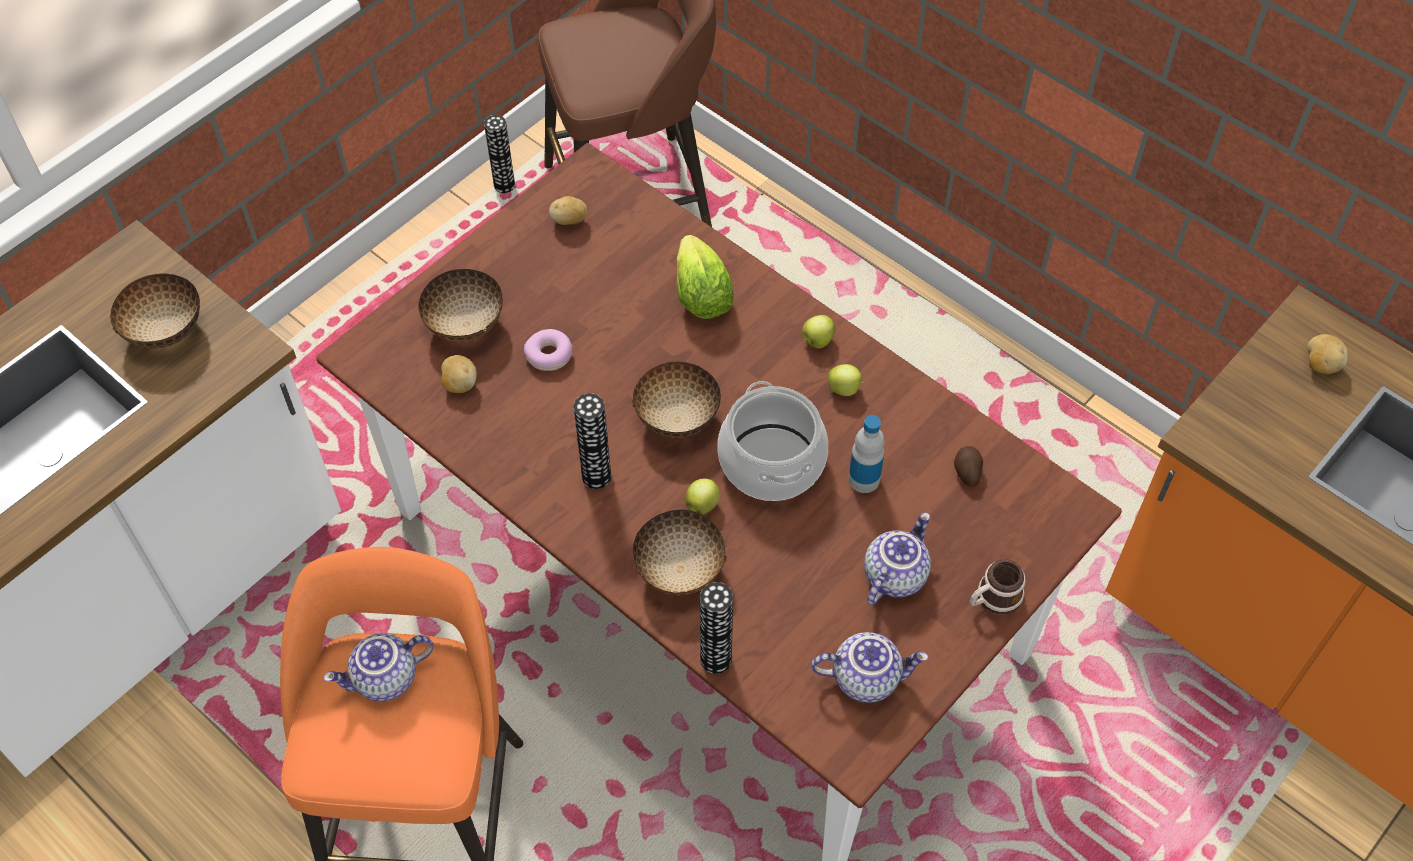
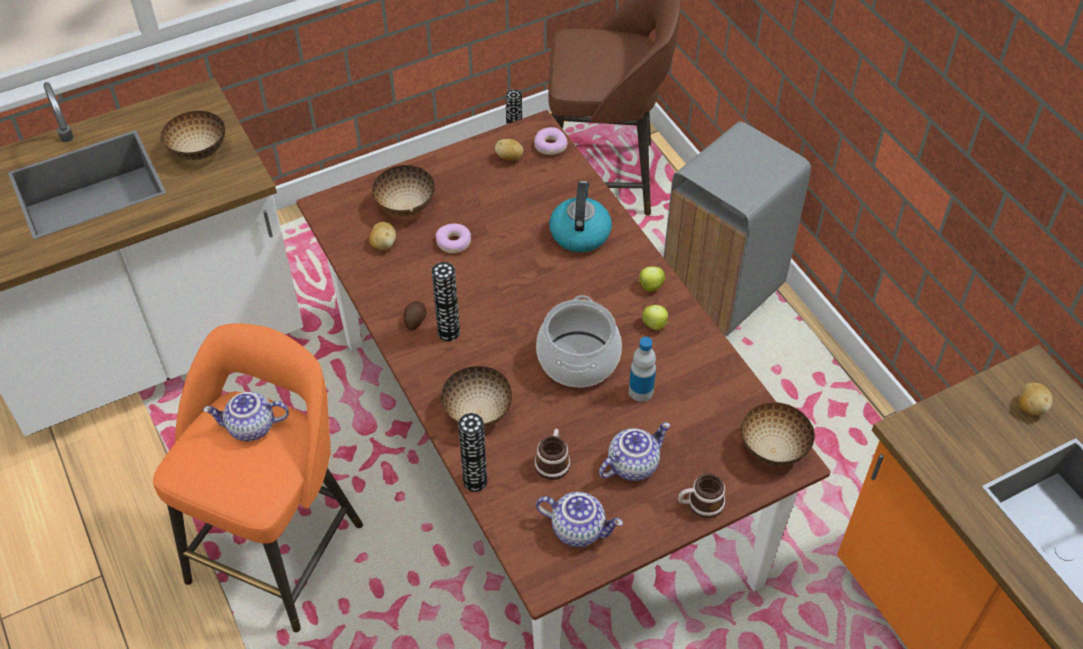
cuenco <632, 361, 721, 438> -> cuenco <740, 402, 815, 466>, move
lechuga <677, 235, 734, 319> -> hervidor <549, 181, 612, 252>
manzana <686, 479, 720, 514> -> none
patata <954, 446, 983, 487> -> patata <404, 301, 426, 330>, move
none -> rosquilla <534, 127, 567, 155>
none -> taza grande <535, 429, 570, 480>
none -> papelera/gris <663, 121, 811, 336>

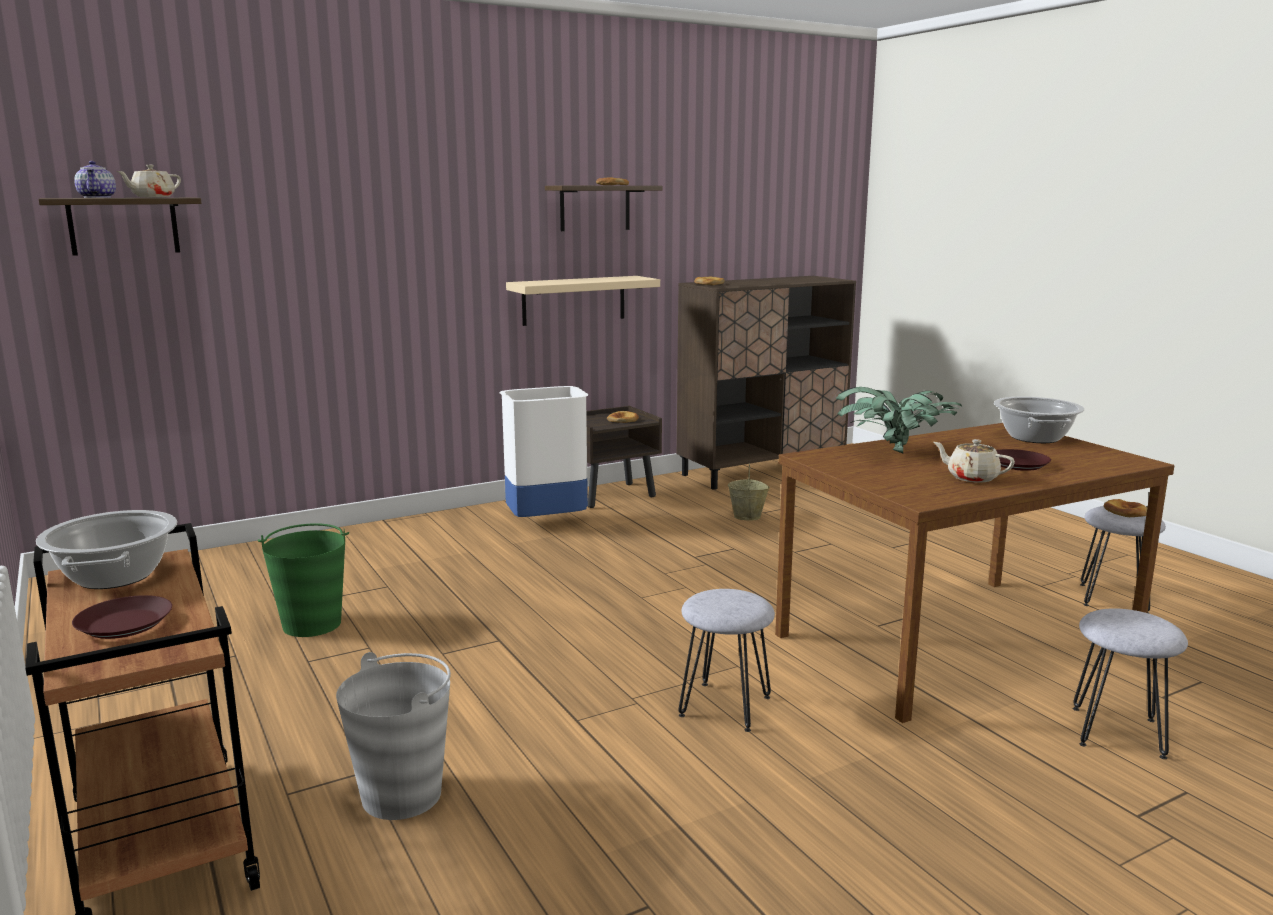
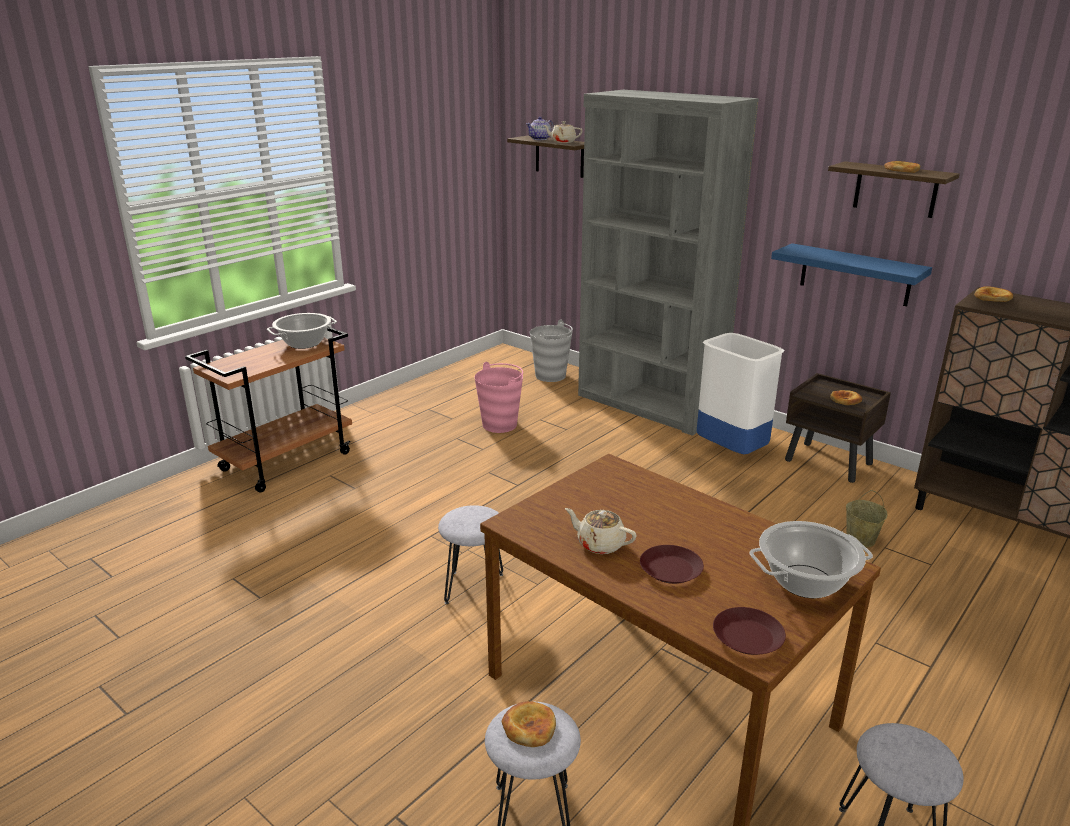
plato/marrón <72, 595, 172, 639> -> plato/marrón <713, 607, 786, 655>, move
cubo/verde <258, 523, 349, 637> -> cubo/rosa <475, 362, 523, 433>
cubo/gris <336, 652, 451, 820> -> cubo/gris <530, 320, 573, 382>, move
estante/beis <506, 276, 660, 326> -> estante/azul <771, 243, 932, 306>
planta en maceta <836, 387, 962, 453> -> none
tetera/beis <933, 439, 1015, 482> -> tetera/beis <565, 508, 637, 554>, 75 degrees counterclockwise
pan <1104, 499, 1147, 517> -> pan <502, 701, 556, 747>, move
none -> estantería/gris <578, 90, 759, 436>

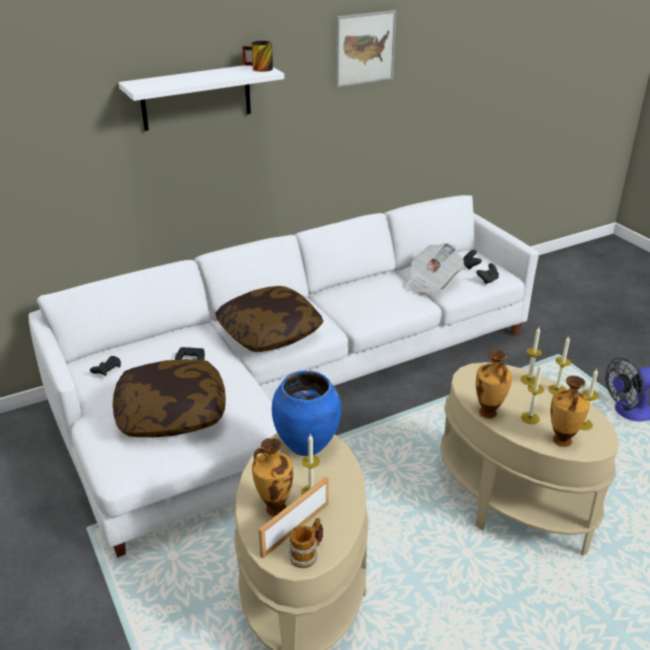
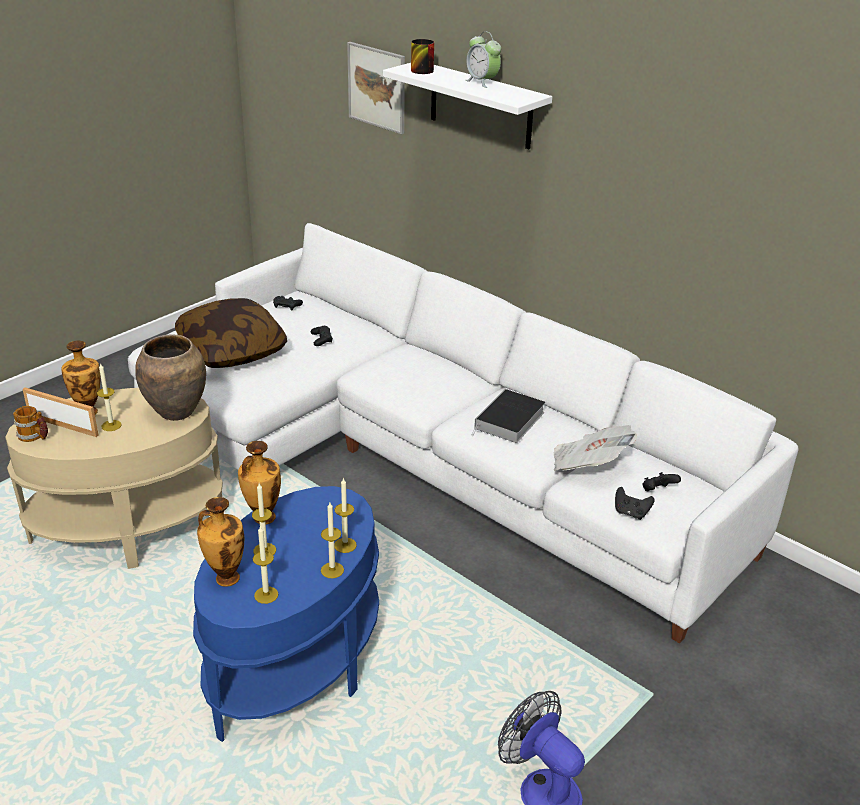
cojín <215, 286, 324, 352> -> none
taza grande <242, 41, 273, 72> -> taza grande <411, 39, 434, 74>, move
florero/azul <272, 371, 341, 456> -> florero/marrón <135, 335, 206, 421>
cuadro <336, 10, 396, 88> -> cuadro <347, 42, 405, 134>, move
mesa auxiliar/beis <440, 362, 619, 556> -> mesa auxiliar/azul <193, 486, 379, 742>
none -> despertador <465, 31, 501, 88>
none -> libro <471, 389, 545, 443>

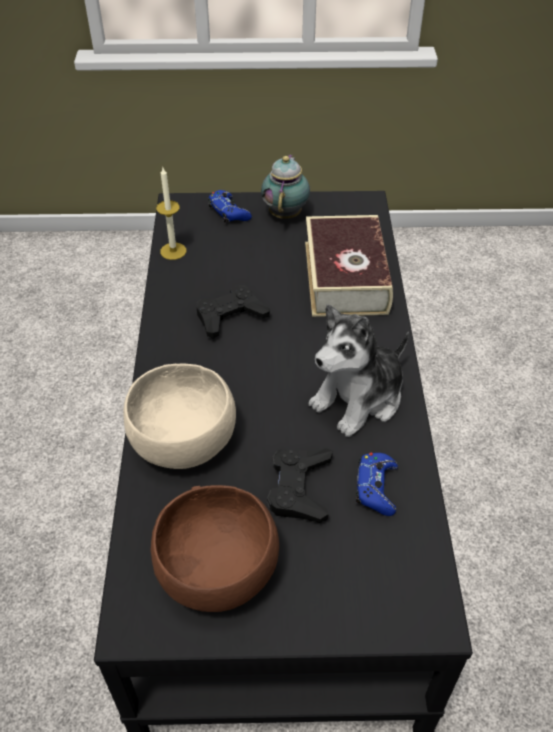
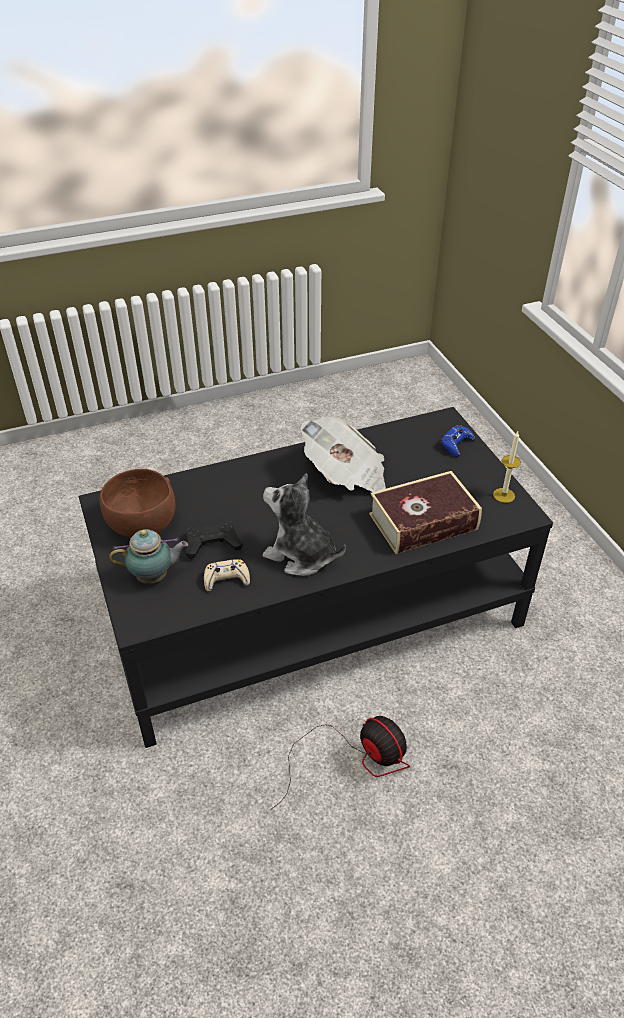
cuenco/beis <123, 363, 236, 469> -> none
vela <156, 168, 186, 260> -> vela <493, 431, 521, 503>, move
mando de consola/negro <196, 285, 270, 339> -> periódico <300, 416, 386, 492>
tetera <261, 154, 310, 219> -> tetera <109, 529, 188, 584>, move
mando de consola/azul <356, 453, 398, 516> -> mando de consola/beis <204, 559, 250, 591>
none -> ventilador <270, 716, 410, 810>

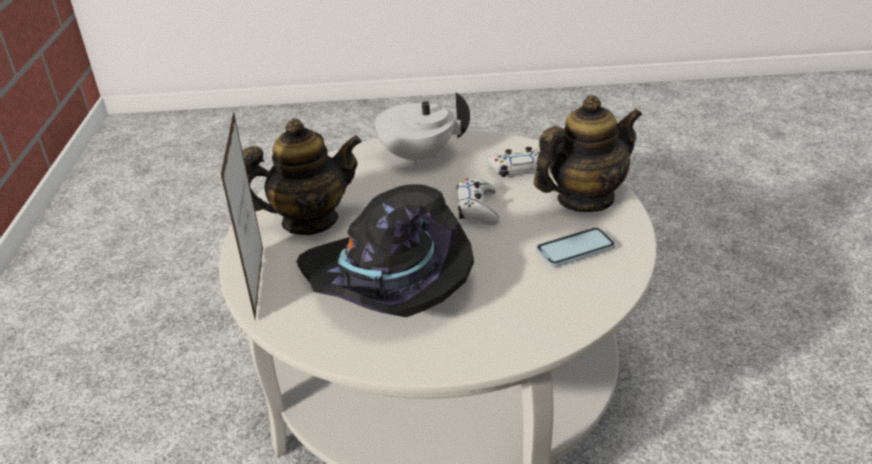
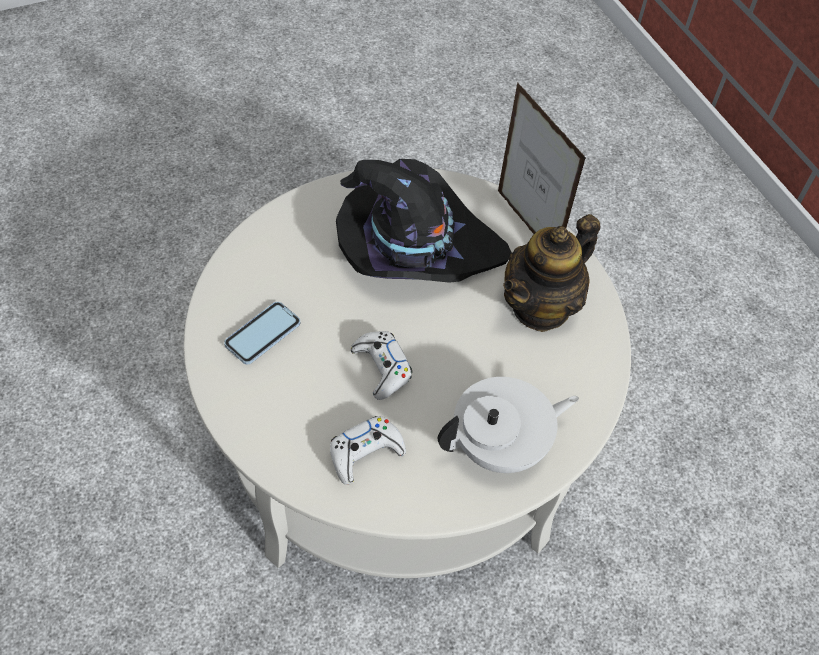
tetera <534, 95, 643, 212> -> none

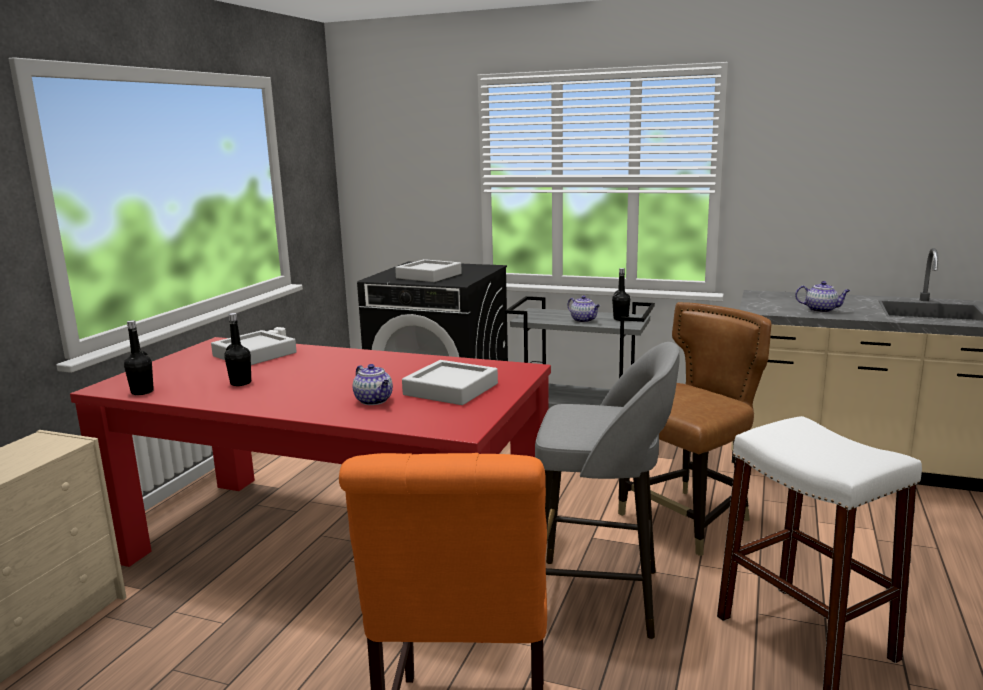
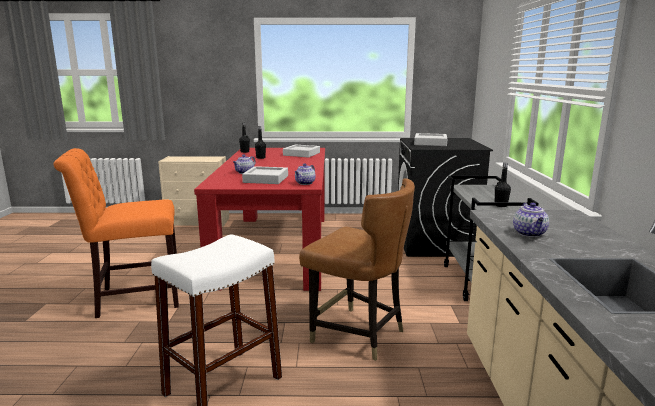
taburete/gris <535, 342, 679, 639> -> none
tetera <568, 295, 600, 323> -> tetera <295, 163, 316, 185>, move

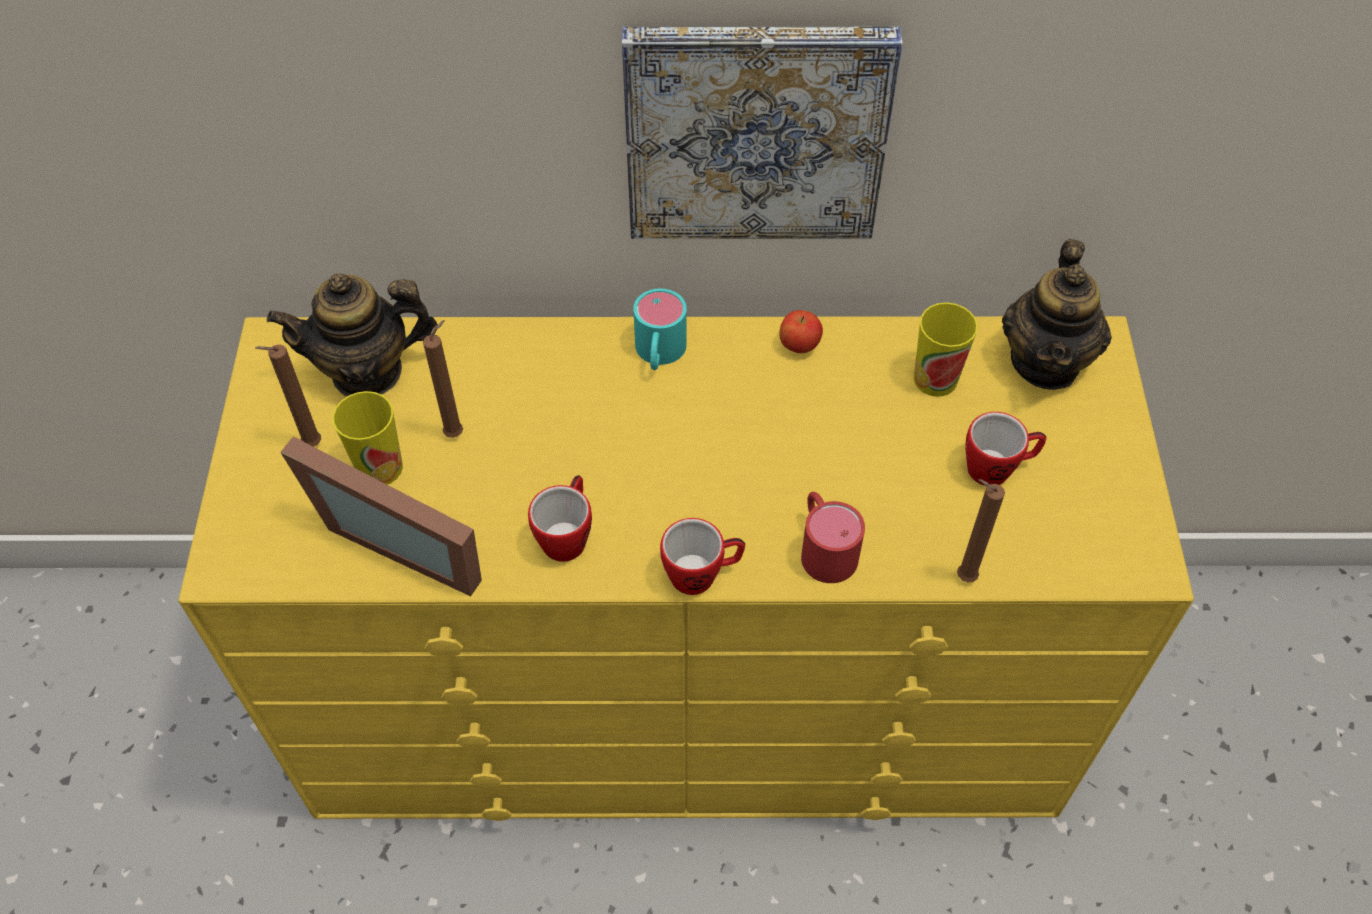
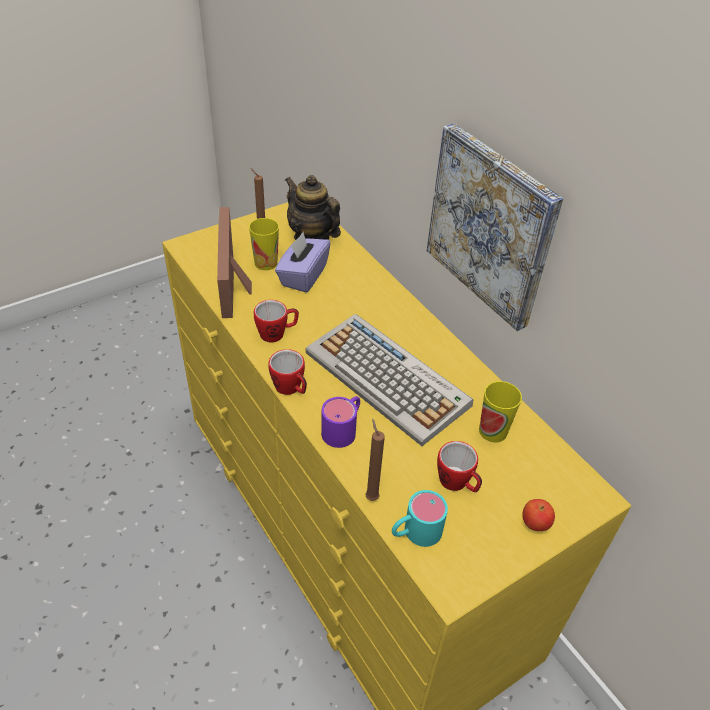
vela/marrón <423, 320, 463, 438> -> caja de pañuelos/morado <275, 232, 331, 293>
taza grande/turquesa <633, 289, 687, 370> -> taza grande/turquesa <392, 490, 448, 547>, move
manzana <779, 310, 823, 353> -> manzana <522, 499, 555, 531>, move
taza grande/rojo <801, 492, 865, 583> -> taza grande/morado <321, 396, 360, 448>
tetera <1002, 239, 1112, 390> -> none
none -> teclado <305, 314, 474, 446>

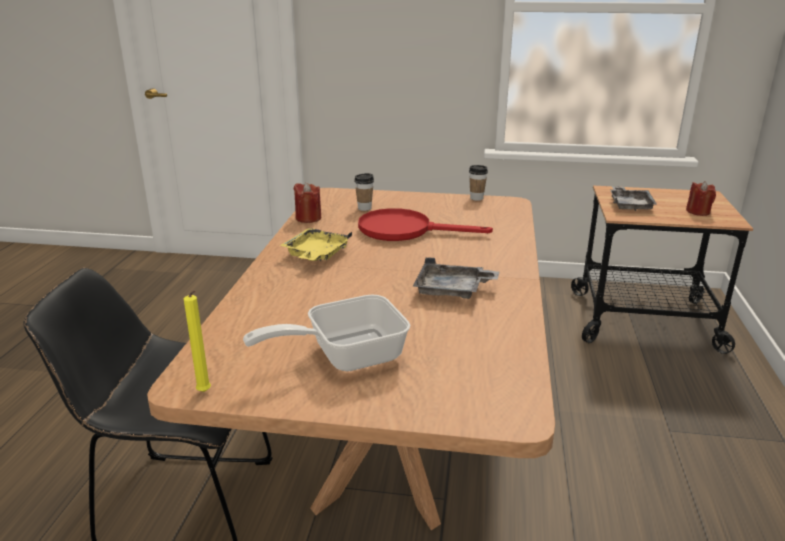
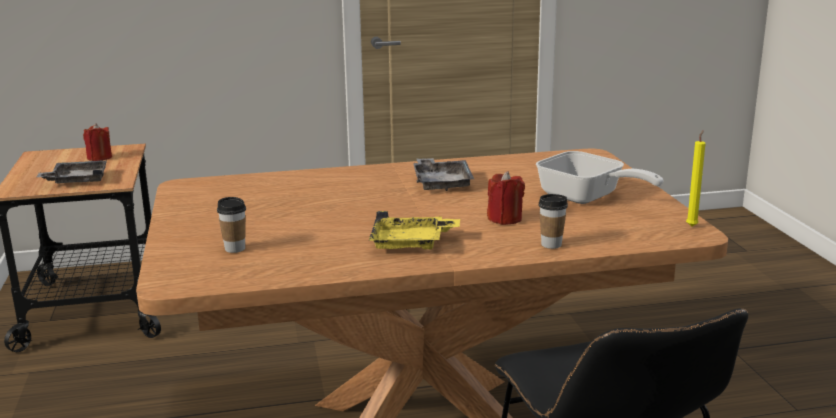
vela/rojo <294, 182, 321, 223> -> vela/rojo <487, 171, 525, 225>, move
sartén/rojo <358, 208, 493, 241> -> none
taza <469, 165, 488, 201> -> taza <539, 194, 568, 249>, move

